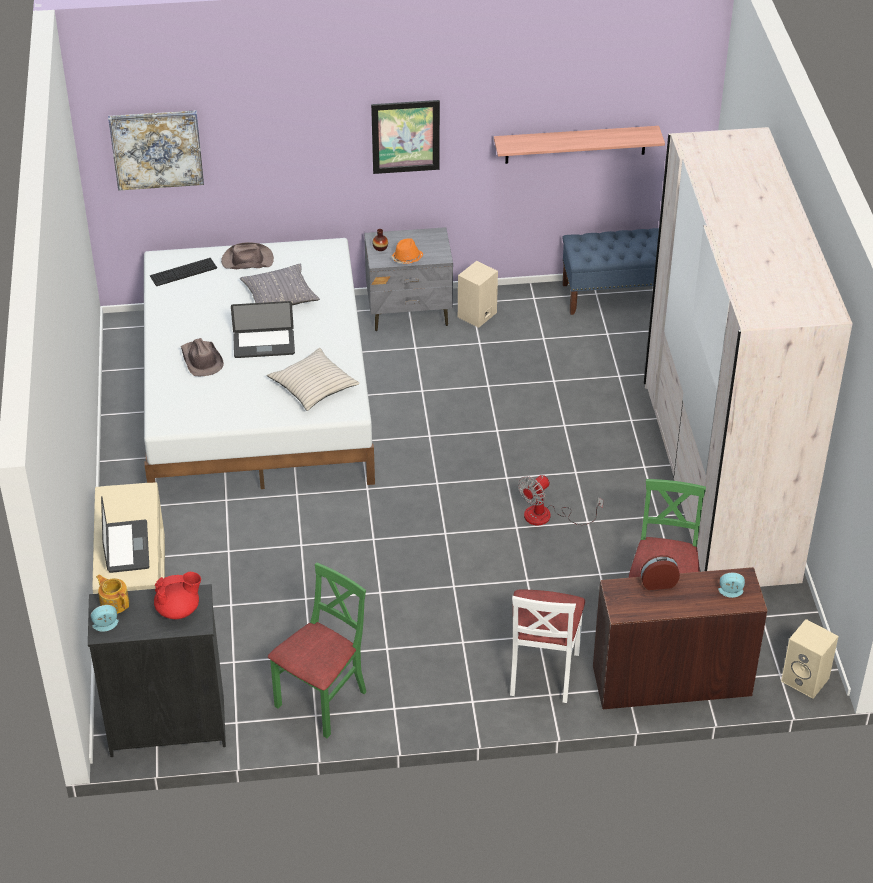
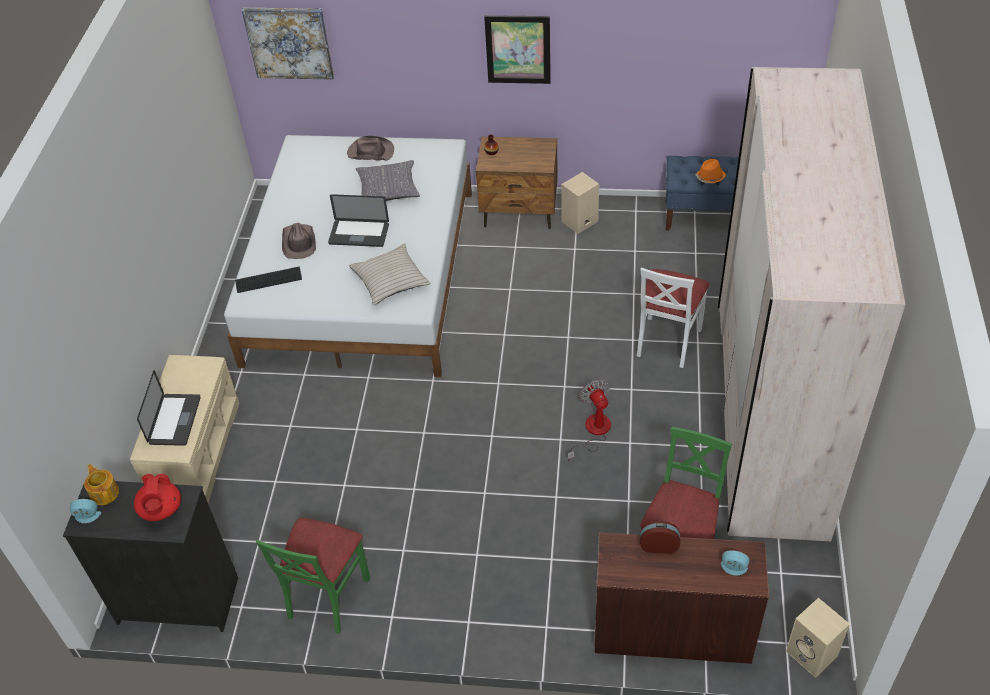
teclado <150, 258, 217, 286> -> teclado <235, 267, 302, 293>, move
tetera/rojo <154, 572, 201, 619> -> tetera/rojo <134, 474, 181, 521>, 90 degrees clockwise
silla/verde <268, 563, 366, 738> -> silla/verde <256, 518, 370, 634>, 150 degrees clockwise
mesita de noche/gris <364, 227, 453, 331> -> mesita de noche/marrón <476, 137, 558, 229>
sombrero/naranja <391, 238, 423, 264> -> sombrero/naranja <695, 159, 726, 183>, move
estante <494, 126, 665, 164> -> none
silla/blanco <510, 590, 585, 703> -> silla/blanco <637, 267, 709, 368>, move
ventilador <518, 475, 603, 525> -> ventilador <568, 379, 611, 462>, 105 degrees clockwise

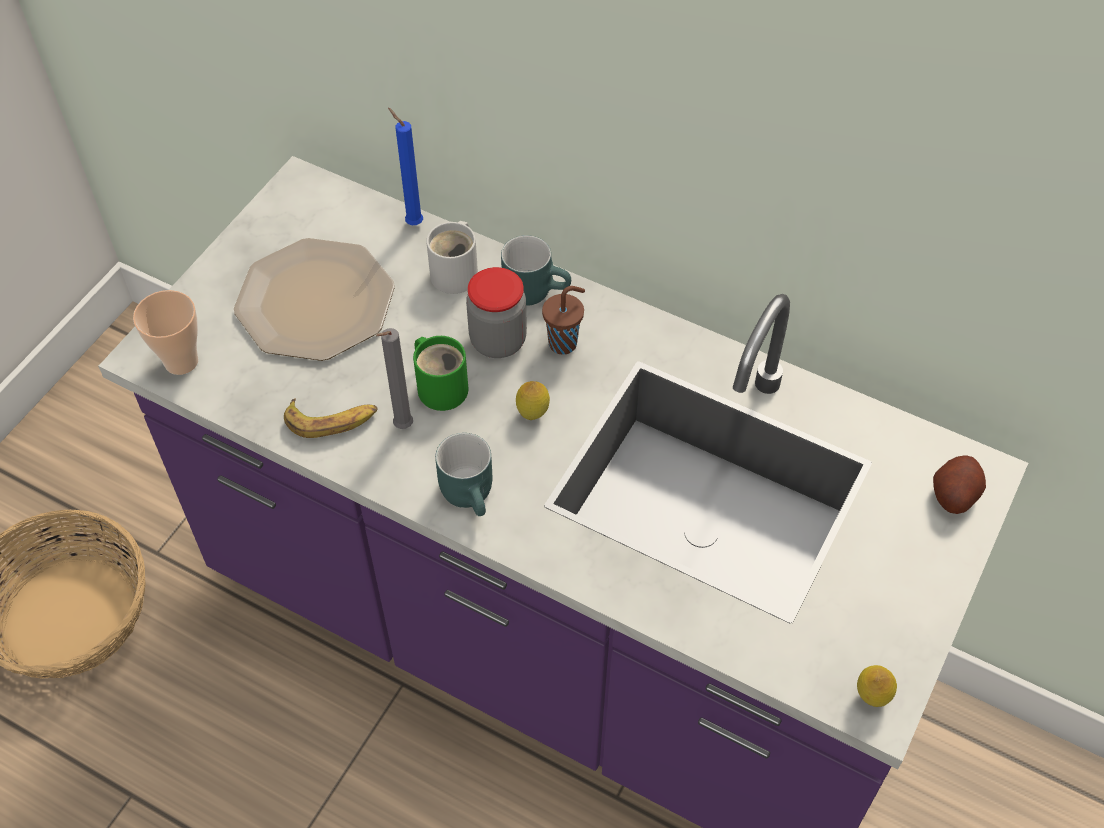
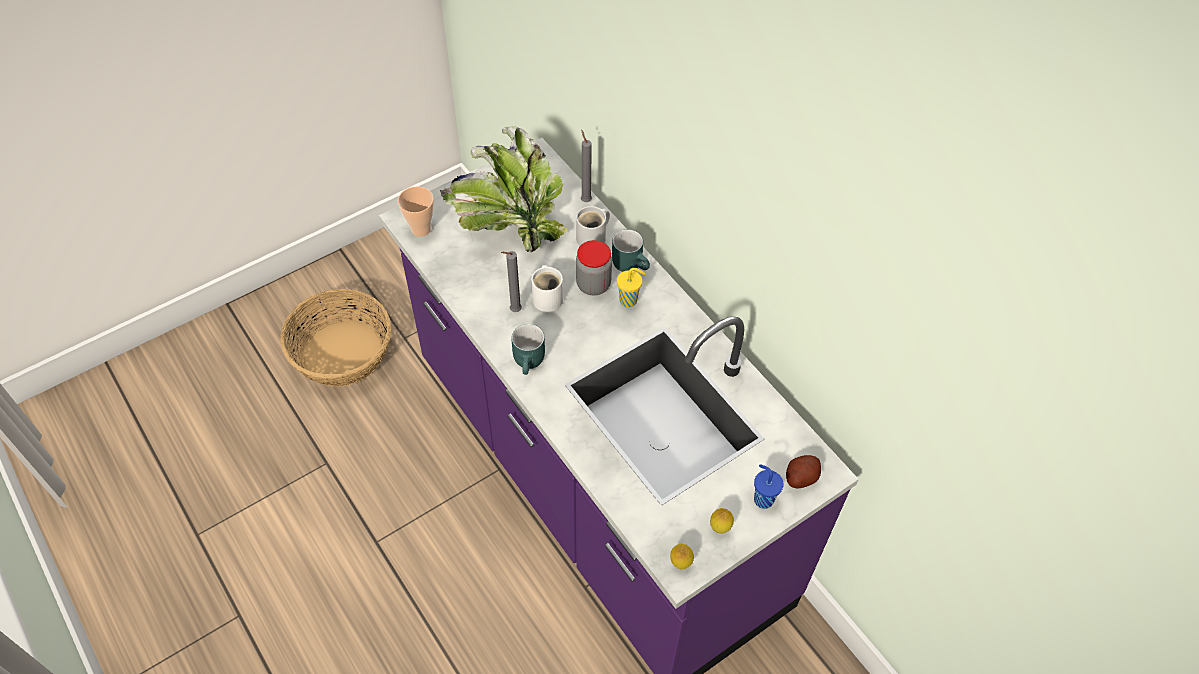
plato <234, 238, 395, 361> -> planta en maceta <440, 126, 567, 252>
plátano <284, 398, 378, 438> -> none
vela/azul <388, 108, 423, 225> -> vela/gris <581, 130, 592, 202>
taza grande/verde <413, 336, 468, 411> -> taza grande/blanco <531, 265, 563, 312>
limón <516, 381, 550, 420> -> limón <710, 508, 734, 534>, move
taza/marrón <542, 286, 585, 355> -> taza/amarillo <617, 268, 645, 307>
none -> taza/azul <754, 464, 784, 509>

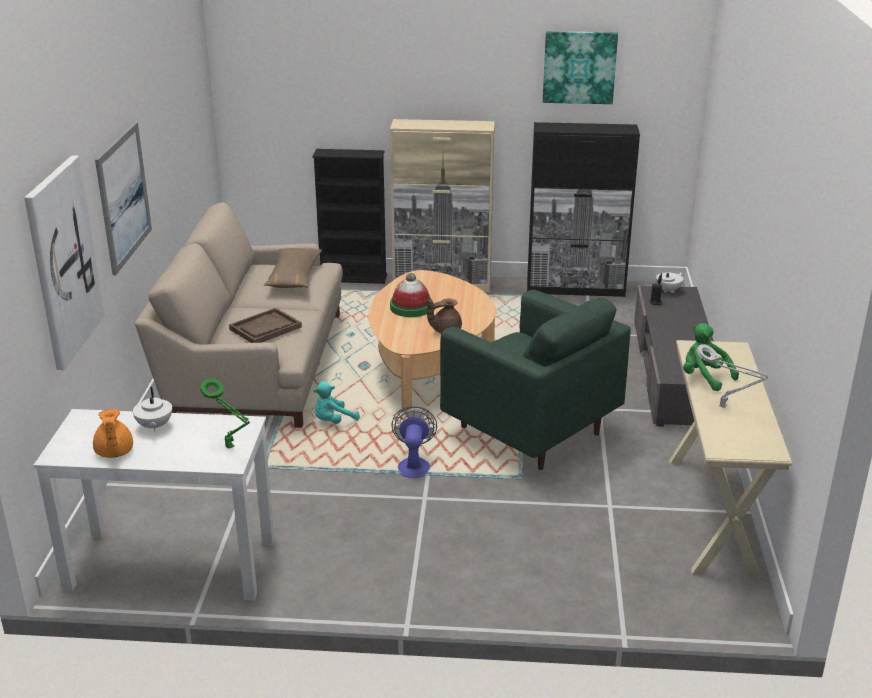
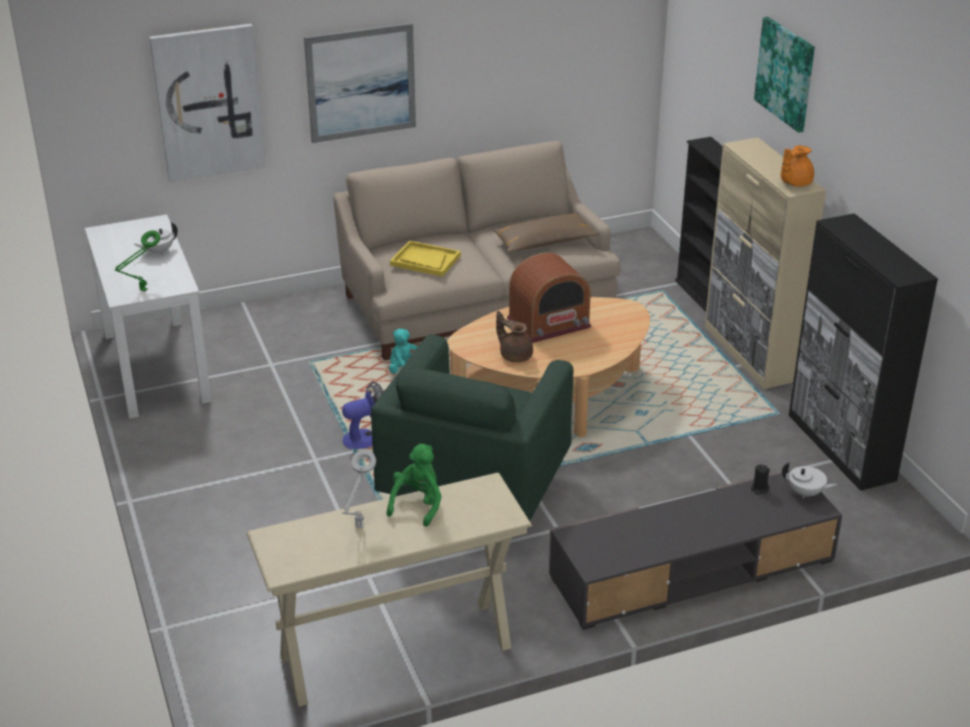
tetera/naranja <93, 409, 133, 458> -> tetera/naranja <780, 145, 814, 187>, move
bandeja/marrón <229, 308, 302, 343> -> bandeja/amarillo <390, 241, 461, 277>
sombrero <390, 273, 432, 317> -> radio <507, 253, 591, 343>
cuadro <543, 31, 618, 104> -> cuadro <754, 17, 815, 133>, move

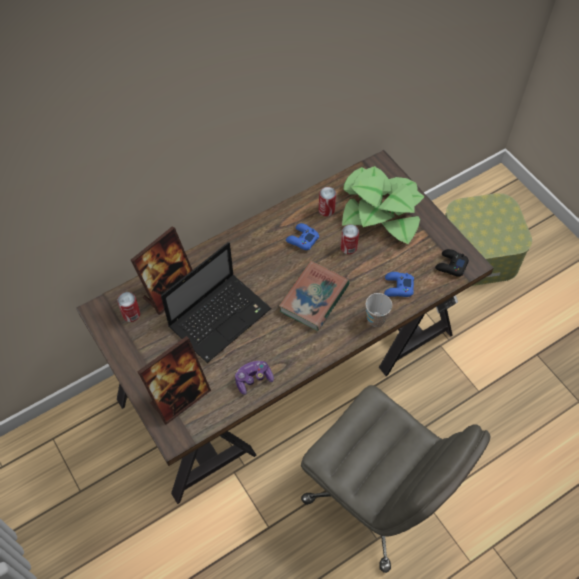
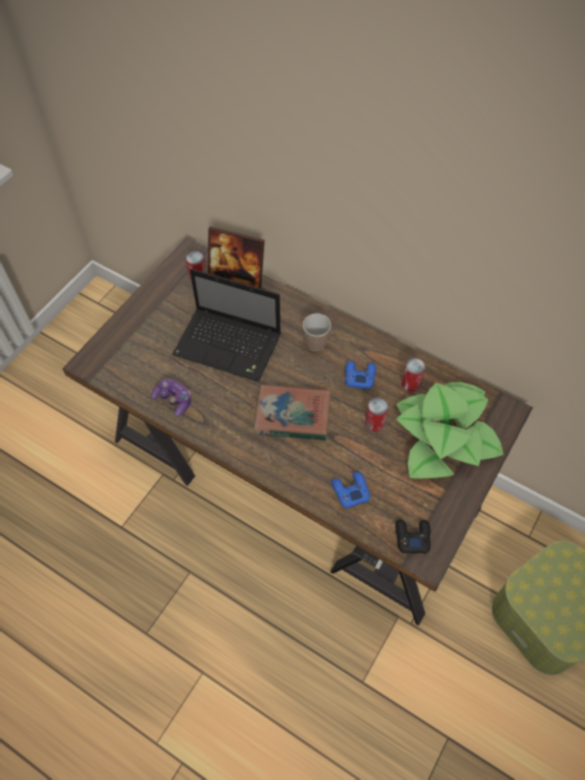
portarretratos <137, 336, 211, 425> -> none
silla de oficina/gris <301, 385, 491, 573> -> none
taza <365, 293, 392, 327> -> taza <303, 313, 331, 351>, move

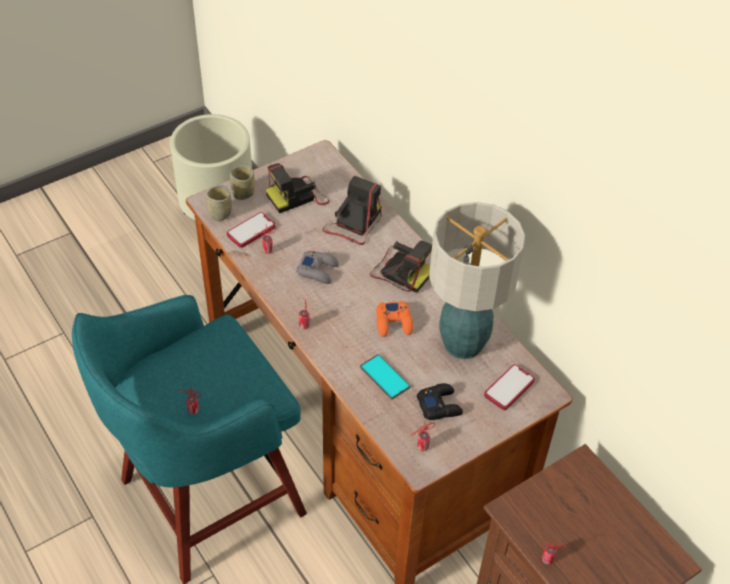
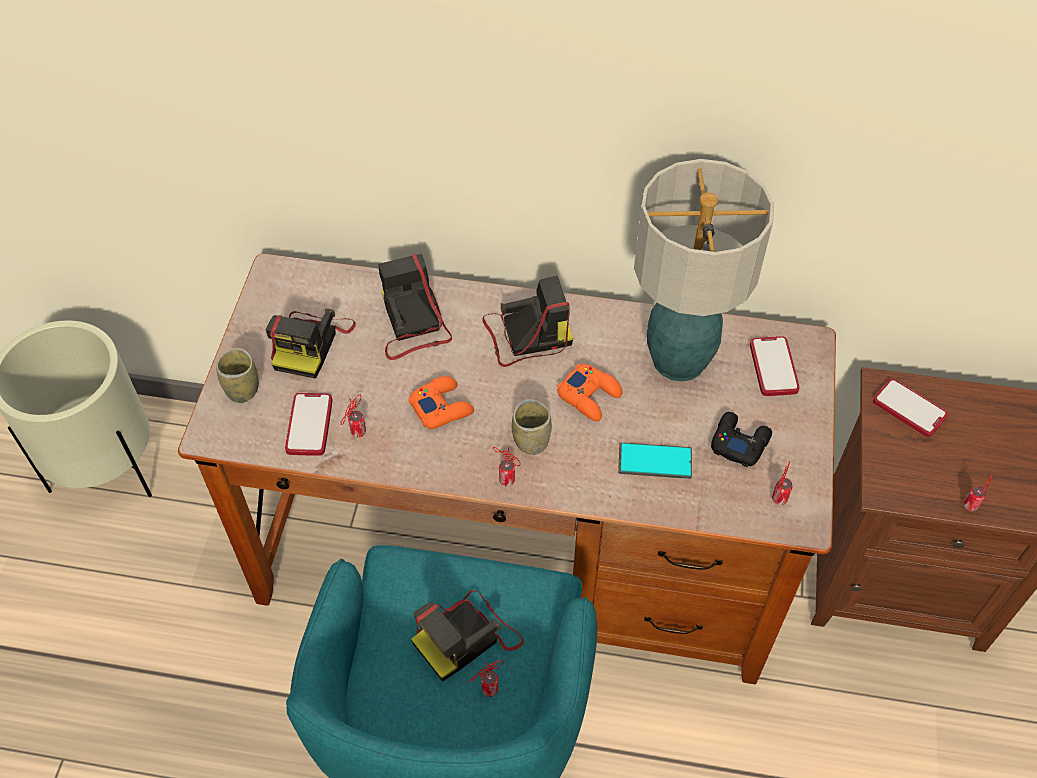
taza <206, 185, 232, 221> -> taza <512, 399, 552, 455>, move
mando de consola/gris <297, 251, 339, 284> -> mando de consola/naranja <408, 376, 474, 429>
none -> cámara <411, 590, 524, 682>
none -> móvil <873, 379, 948, 437>

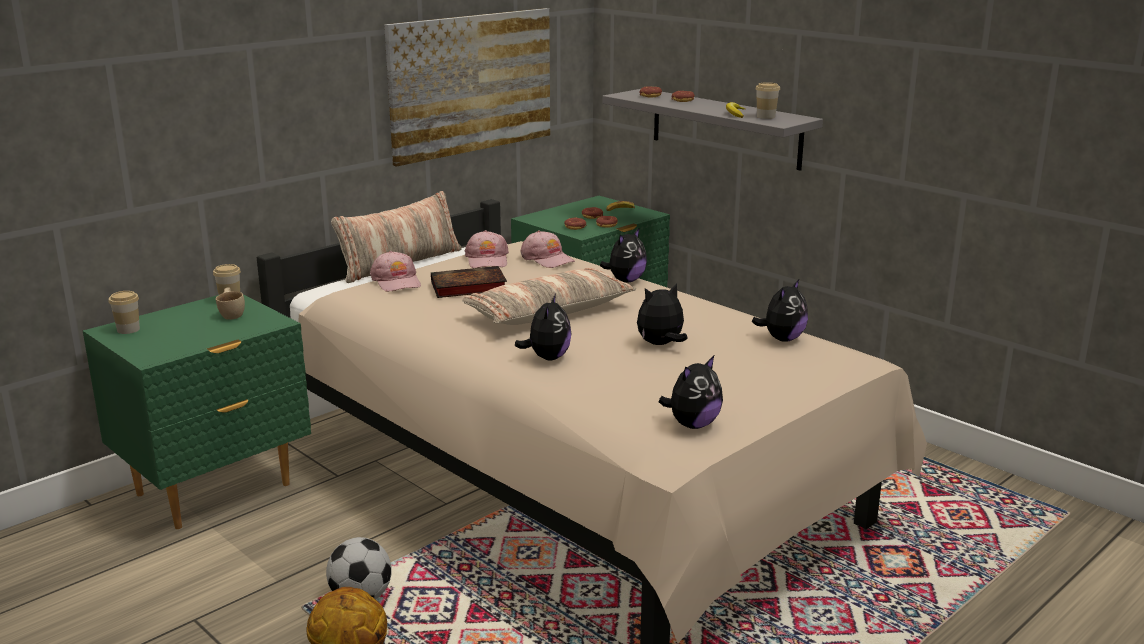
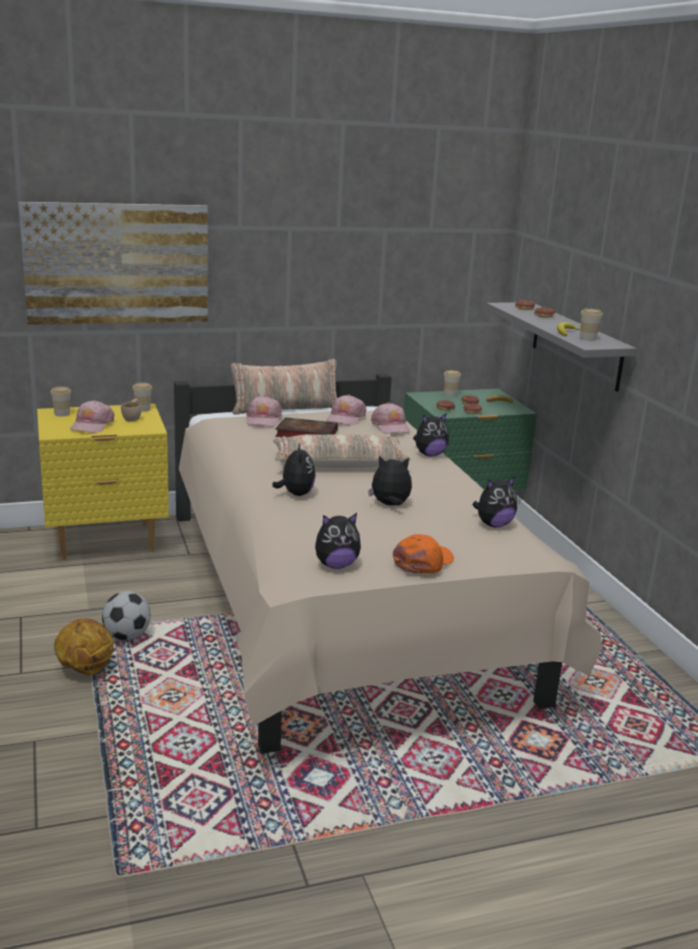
mesita de noche/verde <83, 295, 311, 529> -> mesita de noche/amarillo <37, 404, 169, 560>
cuadro <384, 8, 550, 167> -> cuadro <19, 202, 208, 325>, move
peluche <515, 294, 571, 360> -> peluche <272, 444, 316, 496>, 45 degrees counterclockwise
none -> gorra/rosa <70, 400, 114, 433>
none -> gorra/naranja <393, 534, 454, 573>
none -> taza <444, 370, 461, 396>

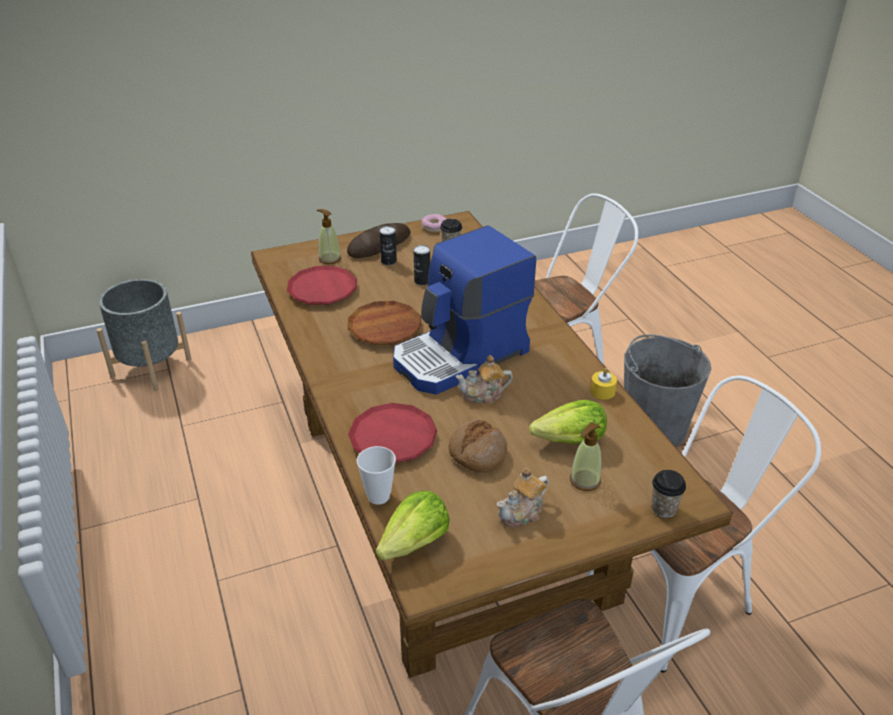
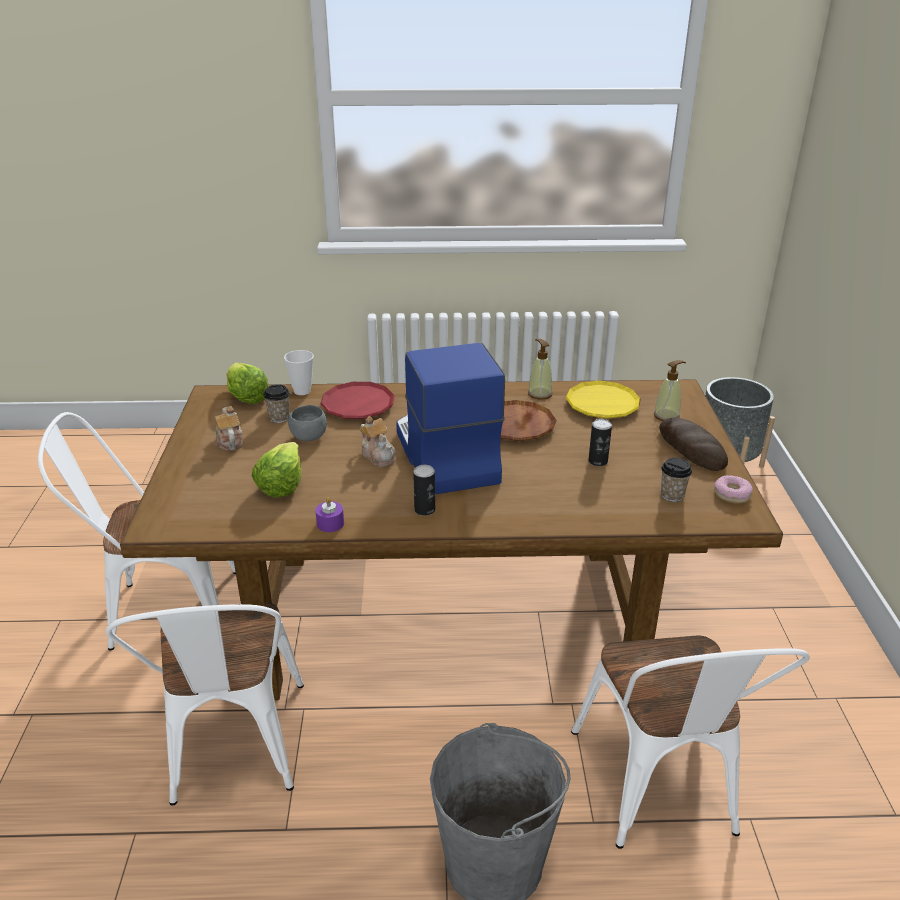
plato/rojo <287, 266, 357, 305> -> plato/amarillo <566, 380, 641, 419>
lata <379, 226, 397, 265> -> lata <413, 465, 435, 516>, move
pan <448, 420, 507, 473> -> cuenco/gris <288, 405, 327, 441>
tetera <455, 355, 513, 404> -> tetera <359, 416, 396, 467>, 135 degrees clockwise
dispensador de jabón <570, 422, 601, 491> -> dispensador de jabón <528, 339, 552, 400>, move
vela/amarillo <590, 368, 617, 399> -> vela/morado <315, 497, 344, 532>
taza <651, 470, 686, 518> -> taza <263, 384, 290, 423>, move

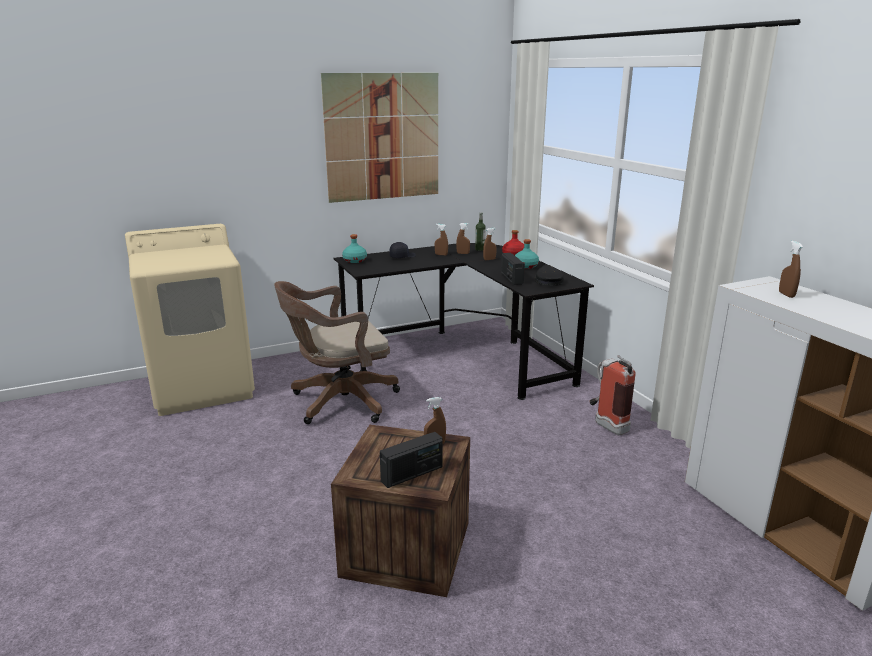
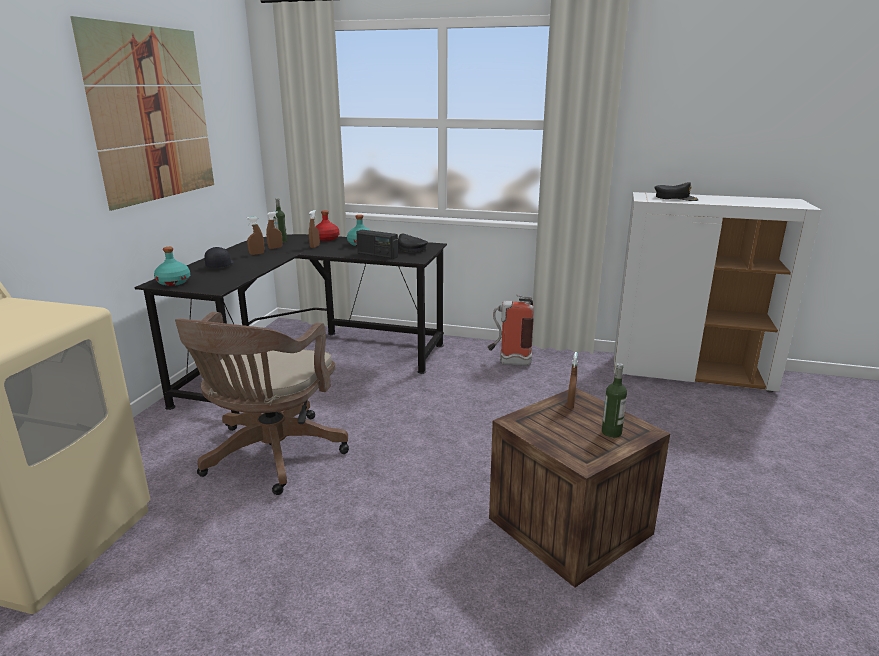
radio <380, 432, 443, 488> -> botella <602, 363, 627, 438>
pulverizador/marrón <779, 241, 803, 298> -> gorra/negro <654, 182, 699, 201>

